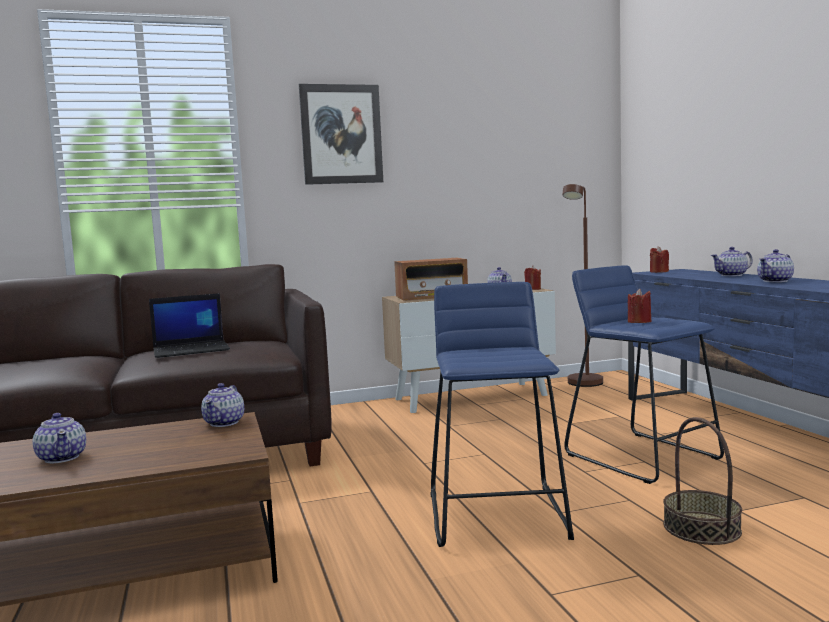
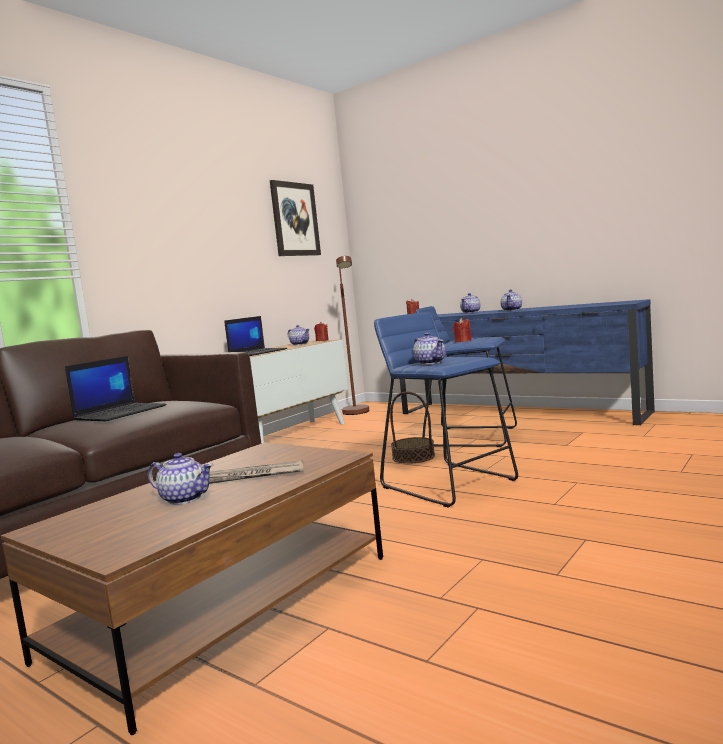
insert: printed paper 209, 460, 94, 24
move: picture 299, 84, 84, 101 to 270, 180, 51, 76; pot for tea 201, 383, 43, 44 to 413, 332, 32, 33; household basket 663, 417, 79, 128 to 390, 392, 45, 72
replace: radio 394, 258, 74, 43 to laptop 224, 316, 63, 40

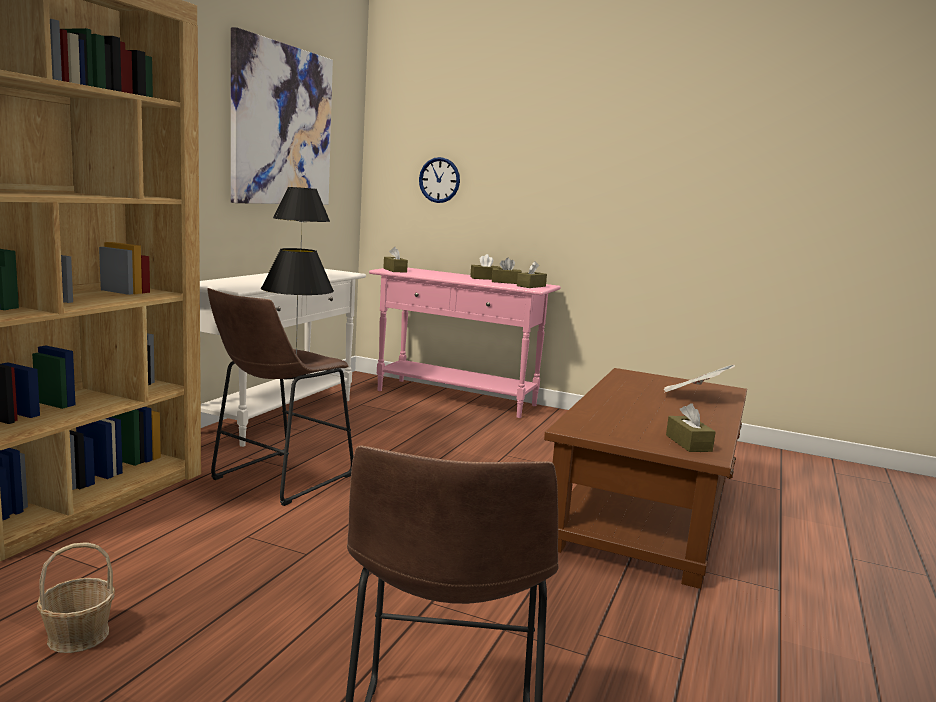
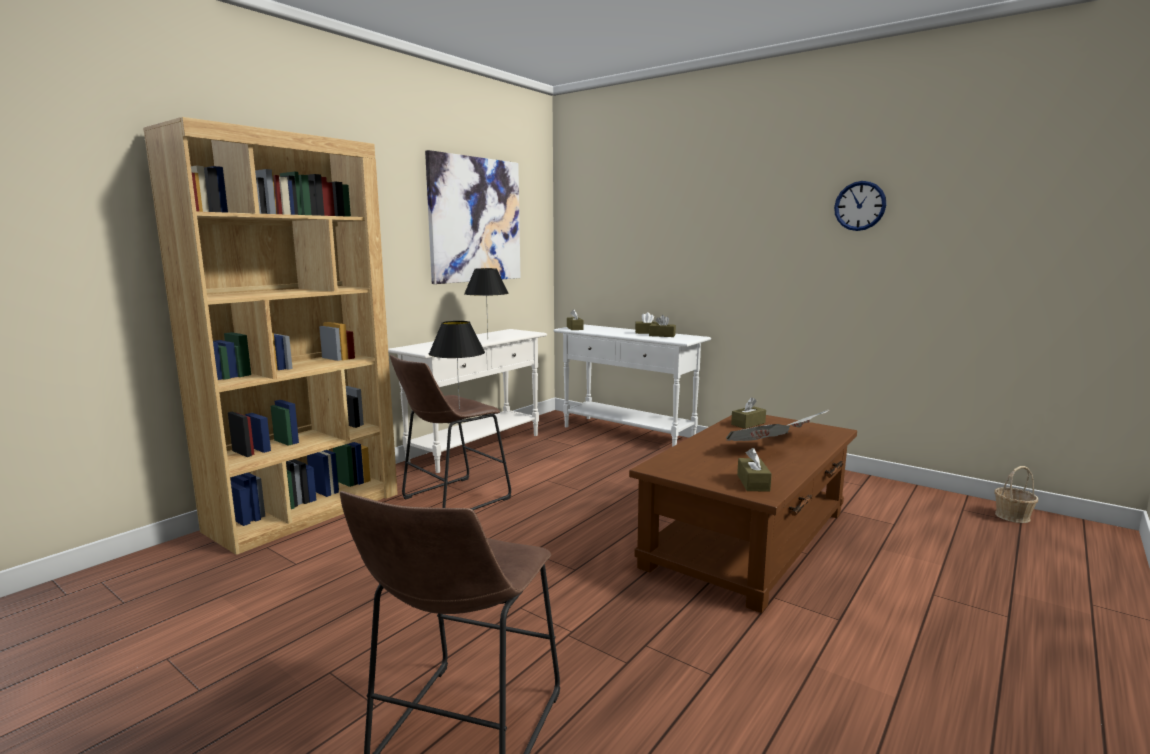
insert: printed paper 726, 424, 64, 17
move: hanging clock 419, 157, 41, 46 to 834, 181, 52, 50; box of tissues in brownish 517, 261, 30, 27 to 731, 397, 35, 32; household basket 37, 542, 78, 111 to 994, 466, 44, 57
recolor: console table in pink 369, 268, 192, 150 to console table in white-coloured 553, 324, 158, 123

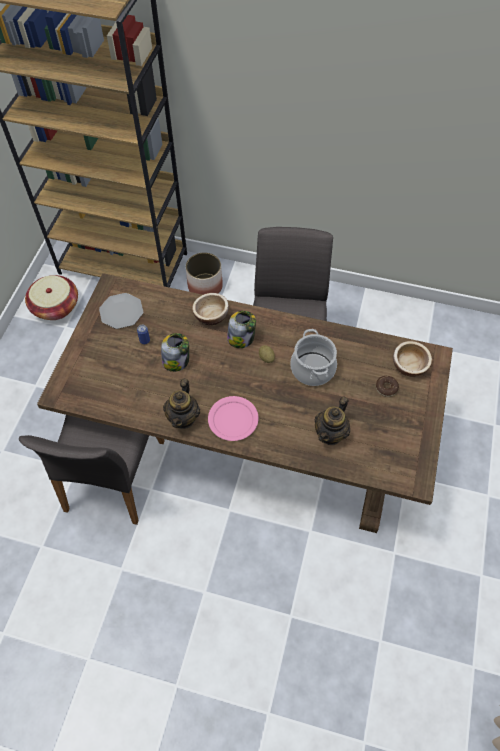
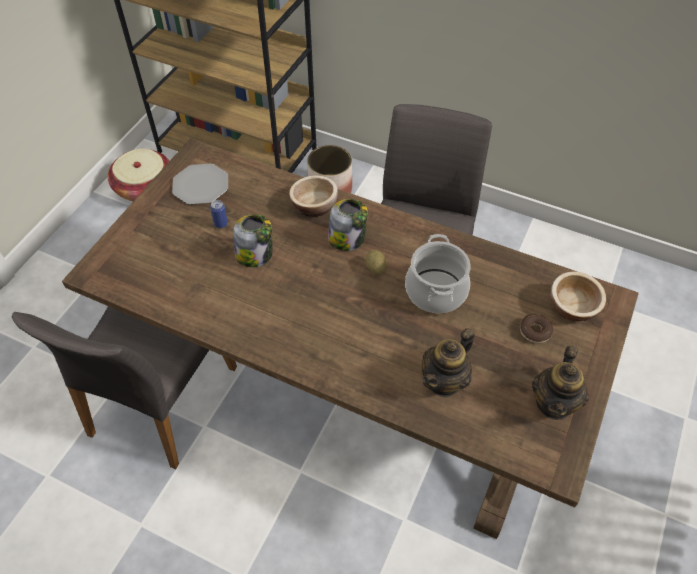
delete: dinner plate in pink 208, 396, 51, 45
move: pot for tea 163, 379, 37, 50 to 532, 345, 57, 75

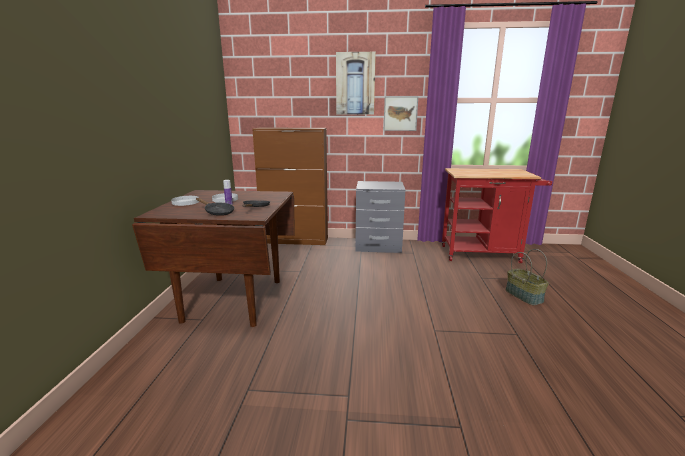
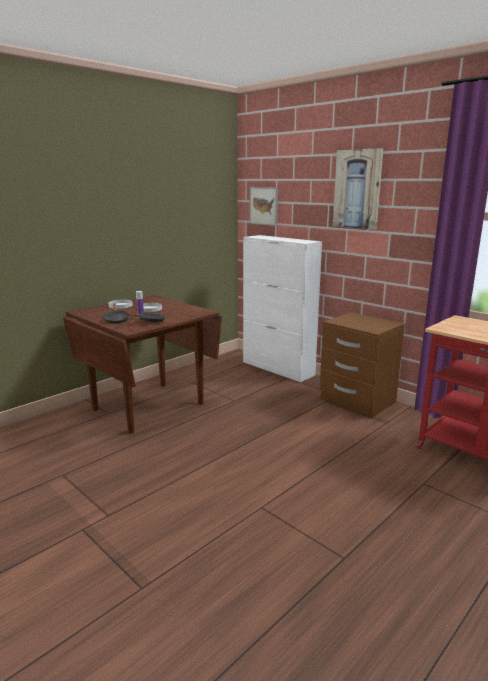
delete: household basket 506, 249, 43, 56
move: picture 384, 96, 34, 35 to 250, 187, 28, 39
recolor: cabinet in brownish 252, 128, 76, 117 to cabinet in white-coloured 243, 235, 79, 147; night table in grey 355, 181, 50, 72 to night table in brownish 320, 312, 85, 106

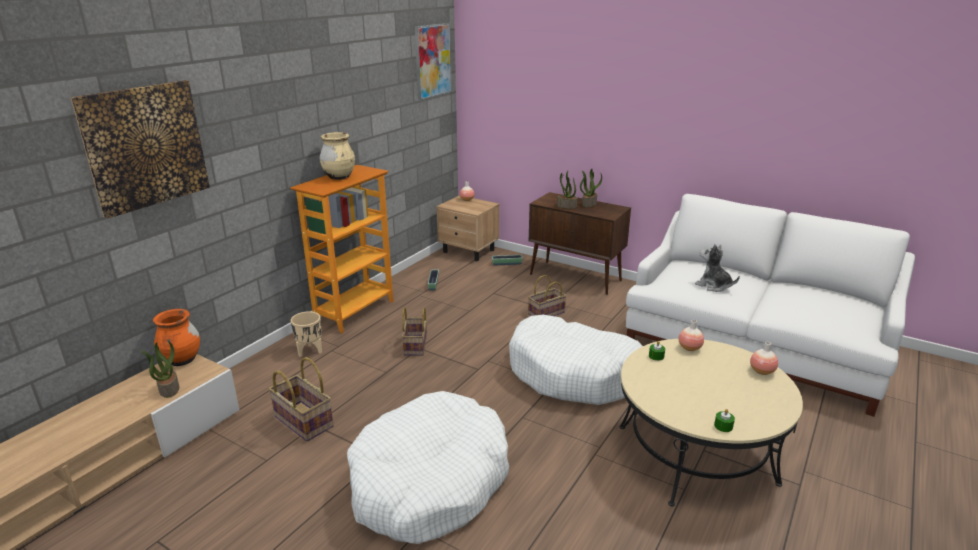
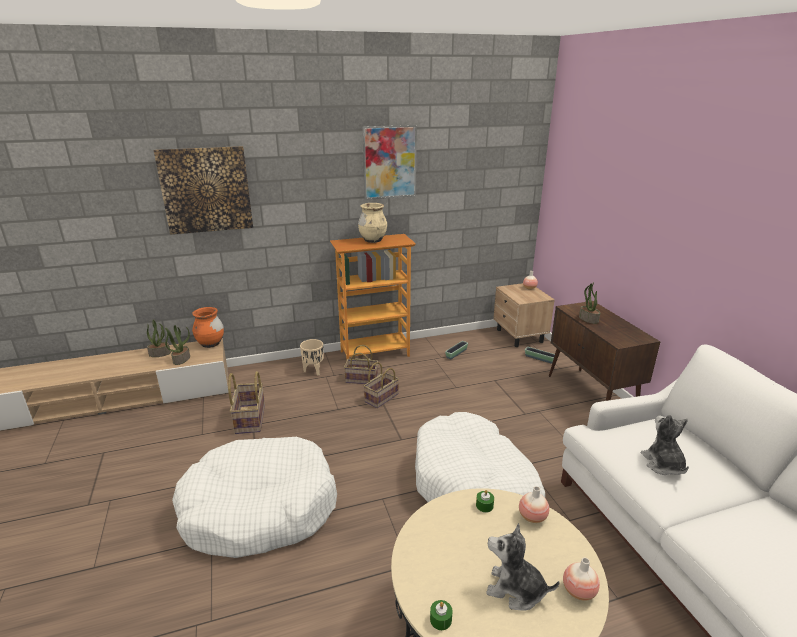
insert: plush toy 486, 523, 74, 88
move: picture 415, 23, 37, 78 to 362, 125, 55, 75; houseplant 580, 169, 22, 38 to 147, 319, 24, 38; household basket 528, 275, 39, 41 to 344, 345, 34, 39

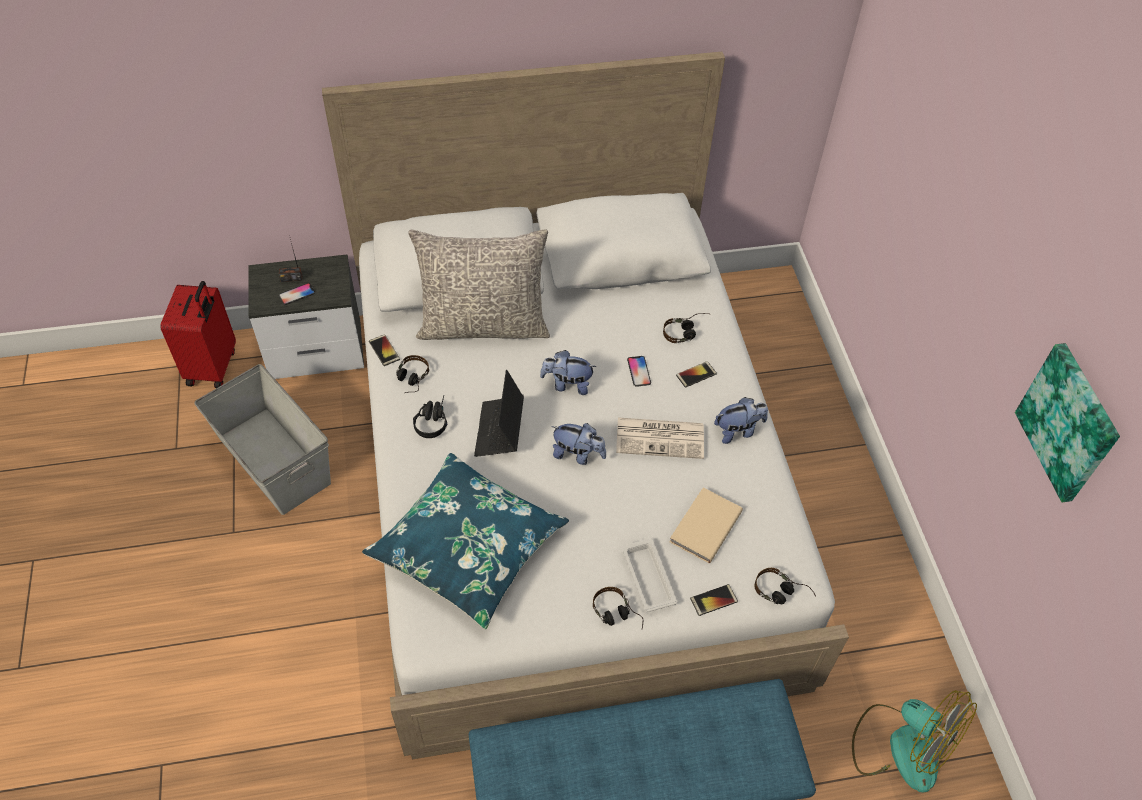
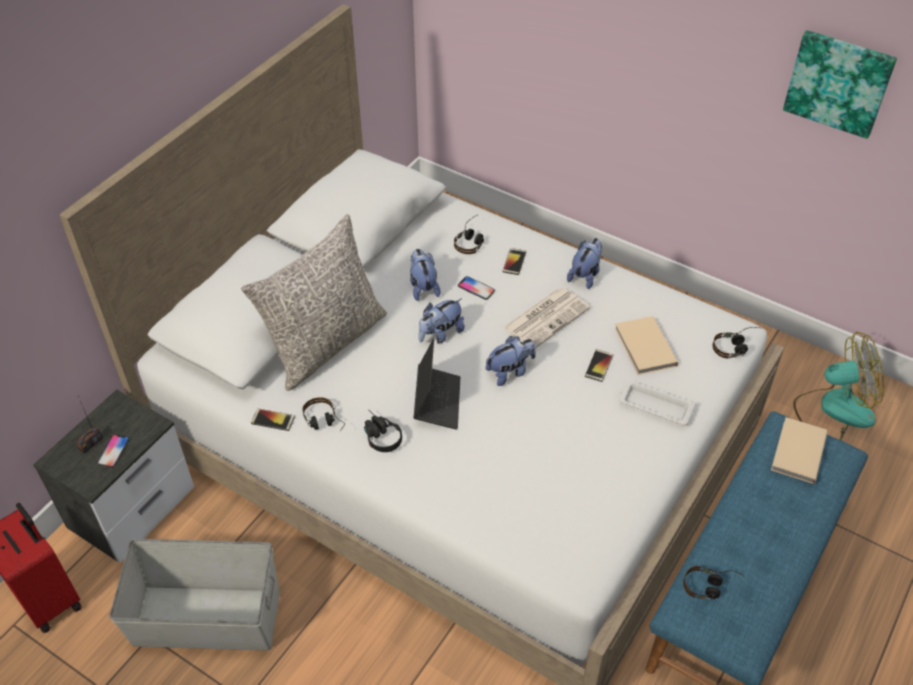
delete: pillow in bluish 362, 453, 207, 177
insert: plush toy 410, 249, 31, 52; book in beige 771, 417, 57, 67
move: telephone 690, 584, 48, 32 to 585, 349, 28, 33; headset 593, 587, 50, 43 to 683, 566, 63, 34
rotate: laptop 474, 370, 50, 87 = 414, 338, 47, 92 135 degrees counterclockwise

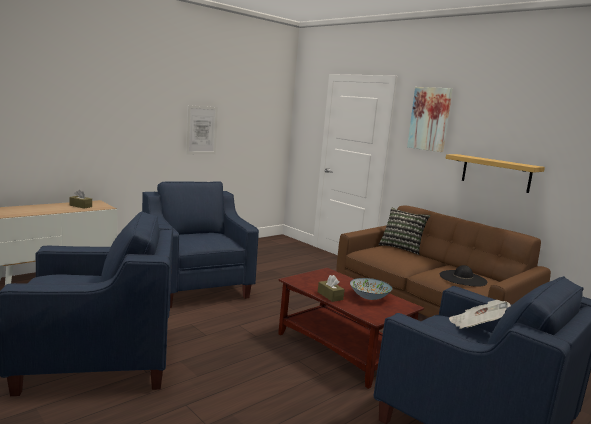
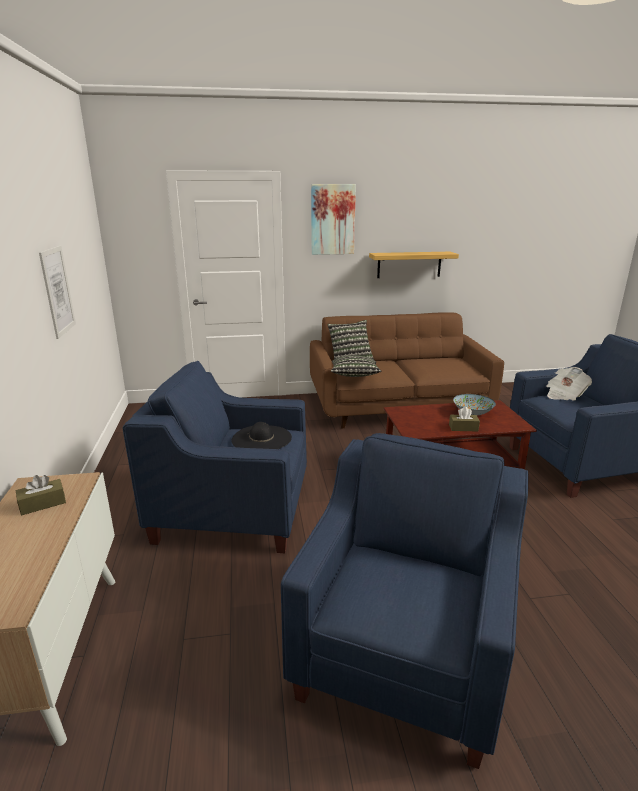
insert: pillow 331, 356, 50, 21
move: hat in blackish 440, 265, 47, 22 to 231, 422, 61, 27

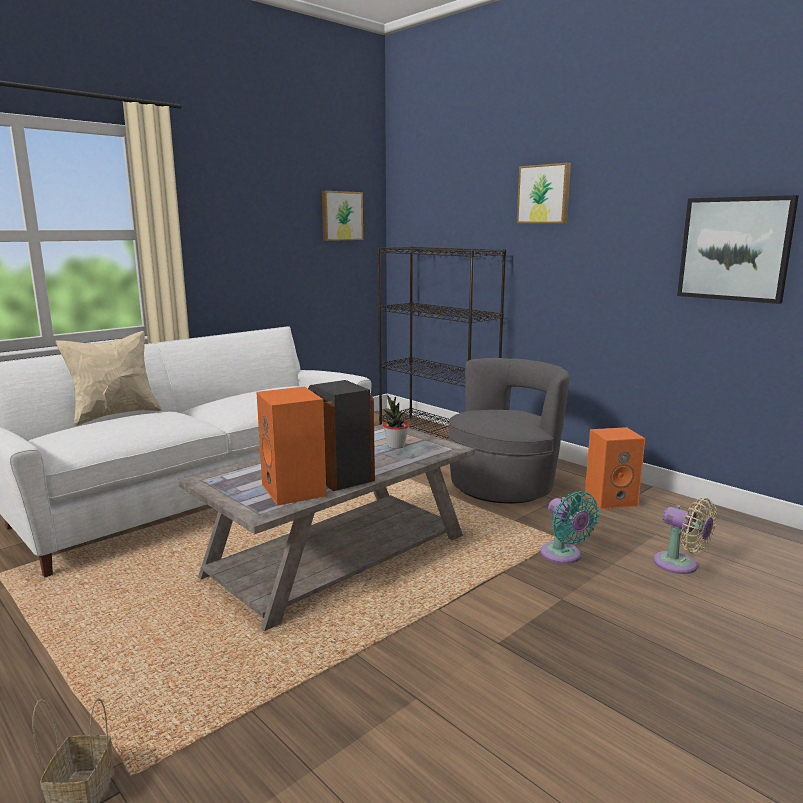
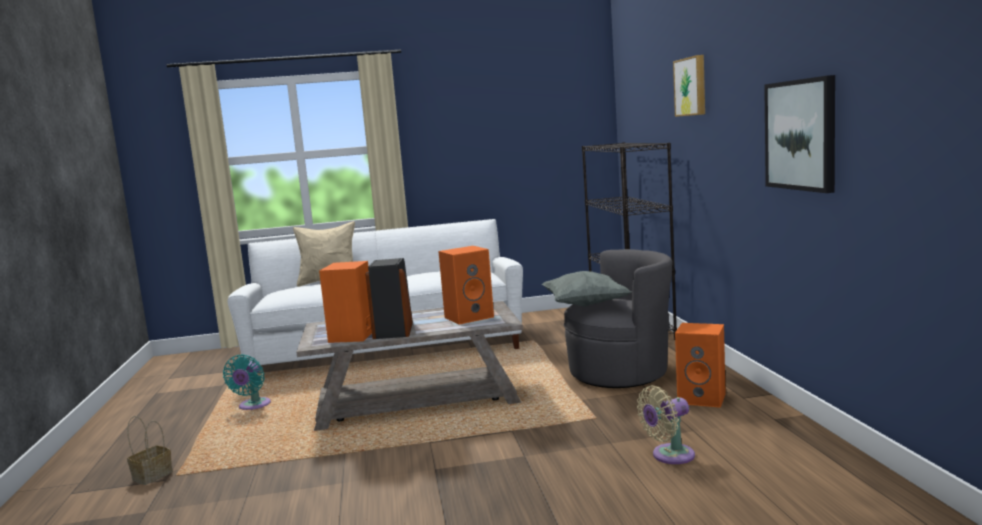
delete: picture 322, 191, 41, 50
insert: pillow in grey 542, 271, 89, 36
move: cooling fan in turquoise 540, 491, 59, 73 to 223, 354, 48, 56
replace: houseplant 383, 395, 26, 54 to loudspeaker in orangey 438, 246, 56, 79
rotate: cooling fan in beige 654, 498, 63, 76 = 637, 386, 58, 78 75 degrees clockwise

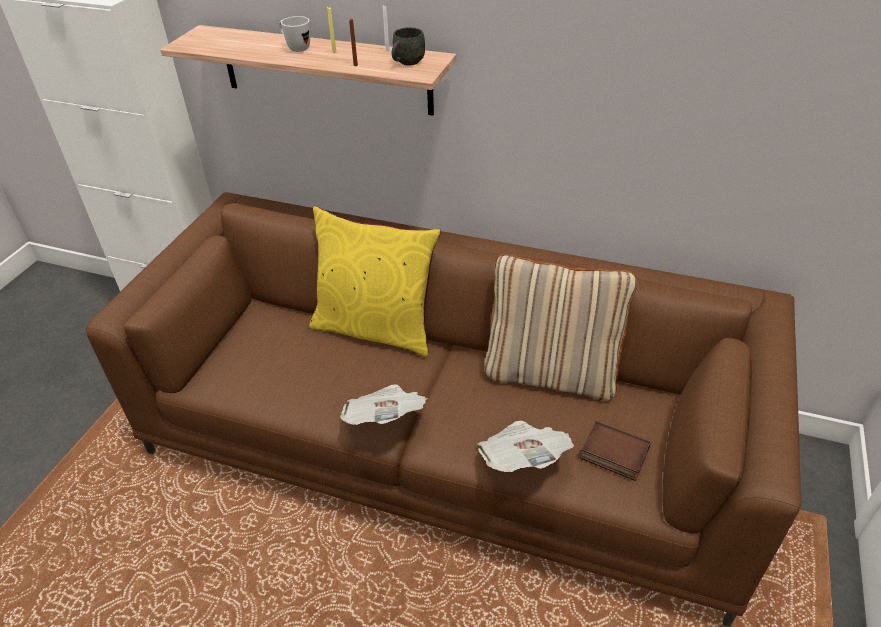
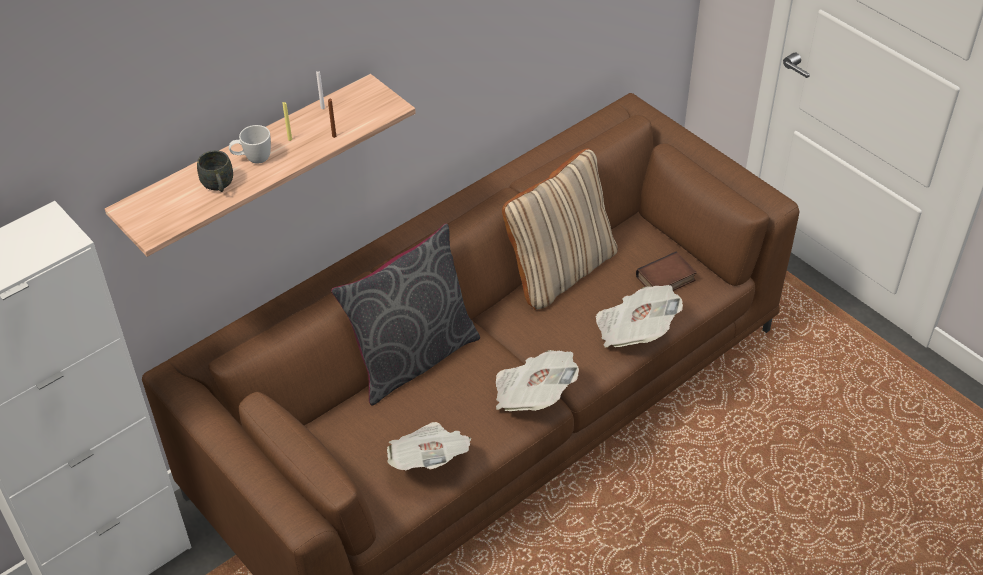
insert: printed paper 387, 422, 85, 48
move: mug in grey 392, 27, 33, 38 to 197, 150, 36, 42
recolor: pillow in yellow-coloured 309, 206, 132, 151 to pillow in grey 331, 223, 149, 183

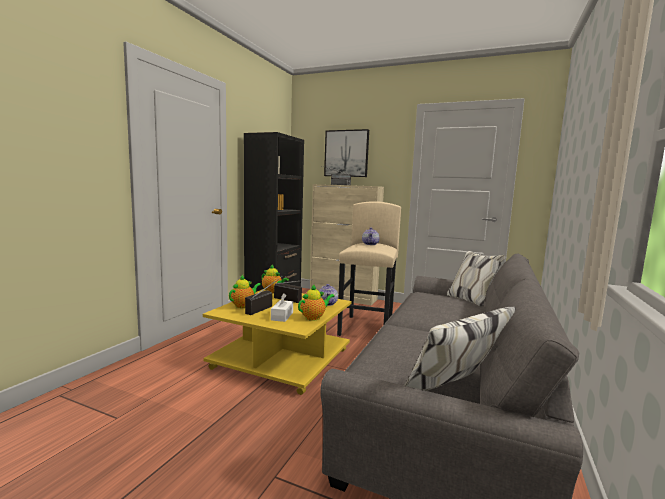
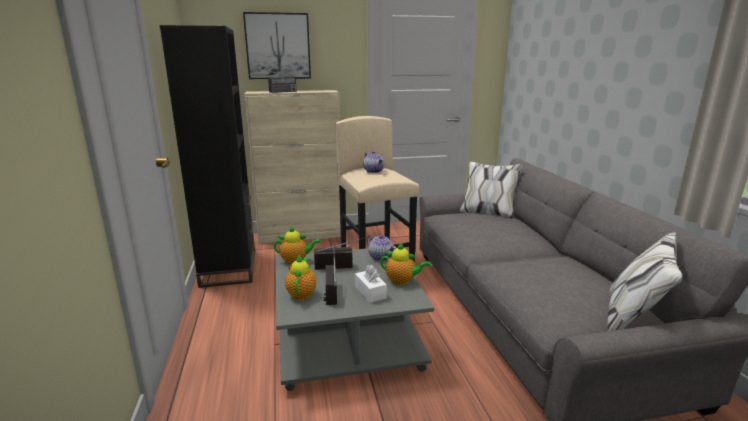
recolor: coffee table in yellow-coloured 203, 289, 149, 106 to coffee table in grey 276, 246, 158, 145
rotate: pot for tea 298, 284, 37, 37 = 380, 243, 51, 42 90 degrees clockwise

